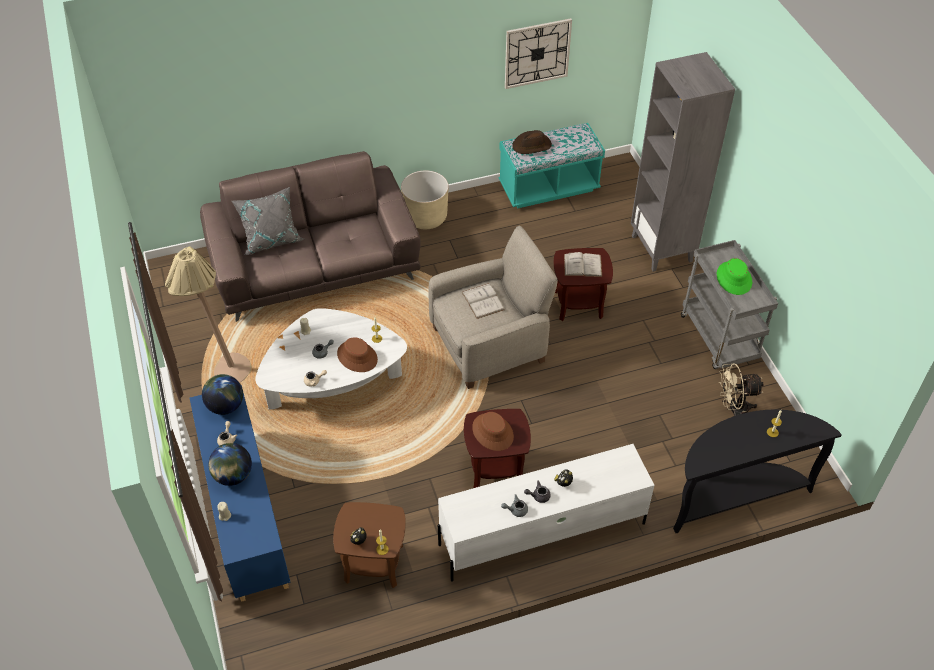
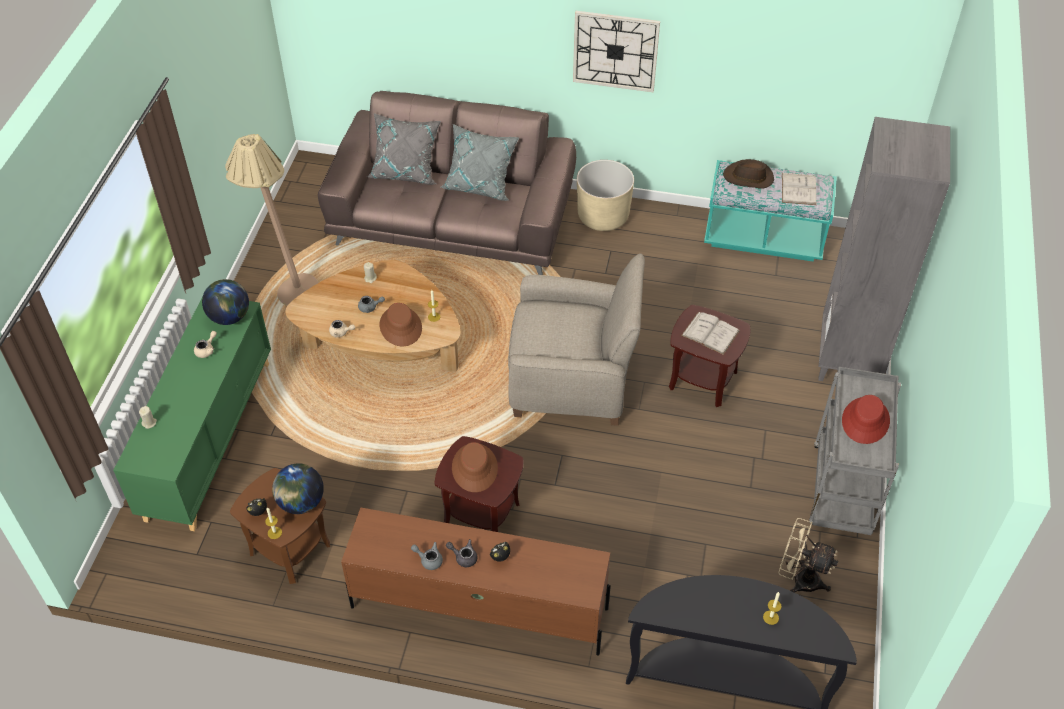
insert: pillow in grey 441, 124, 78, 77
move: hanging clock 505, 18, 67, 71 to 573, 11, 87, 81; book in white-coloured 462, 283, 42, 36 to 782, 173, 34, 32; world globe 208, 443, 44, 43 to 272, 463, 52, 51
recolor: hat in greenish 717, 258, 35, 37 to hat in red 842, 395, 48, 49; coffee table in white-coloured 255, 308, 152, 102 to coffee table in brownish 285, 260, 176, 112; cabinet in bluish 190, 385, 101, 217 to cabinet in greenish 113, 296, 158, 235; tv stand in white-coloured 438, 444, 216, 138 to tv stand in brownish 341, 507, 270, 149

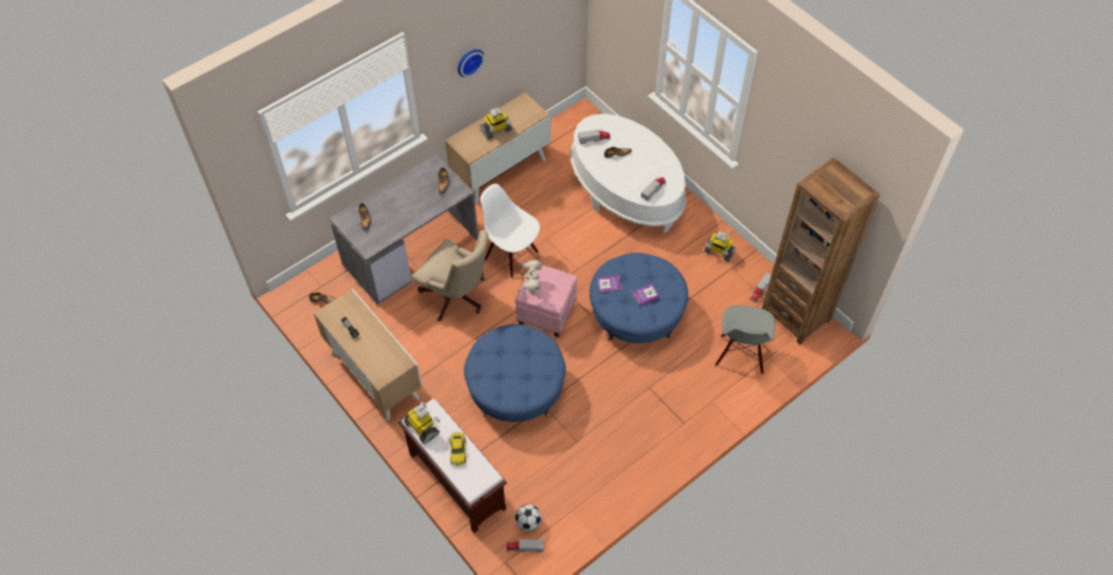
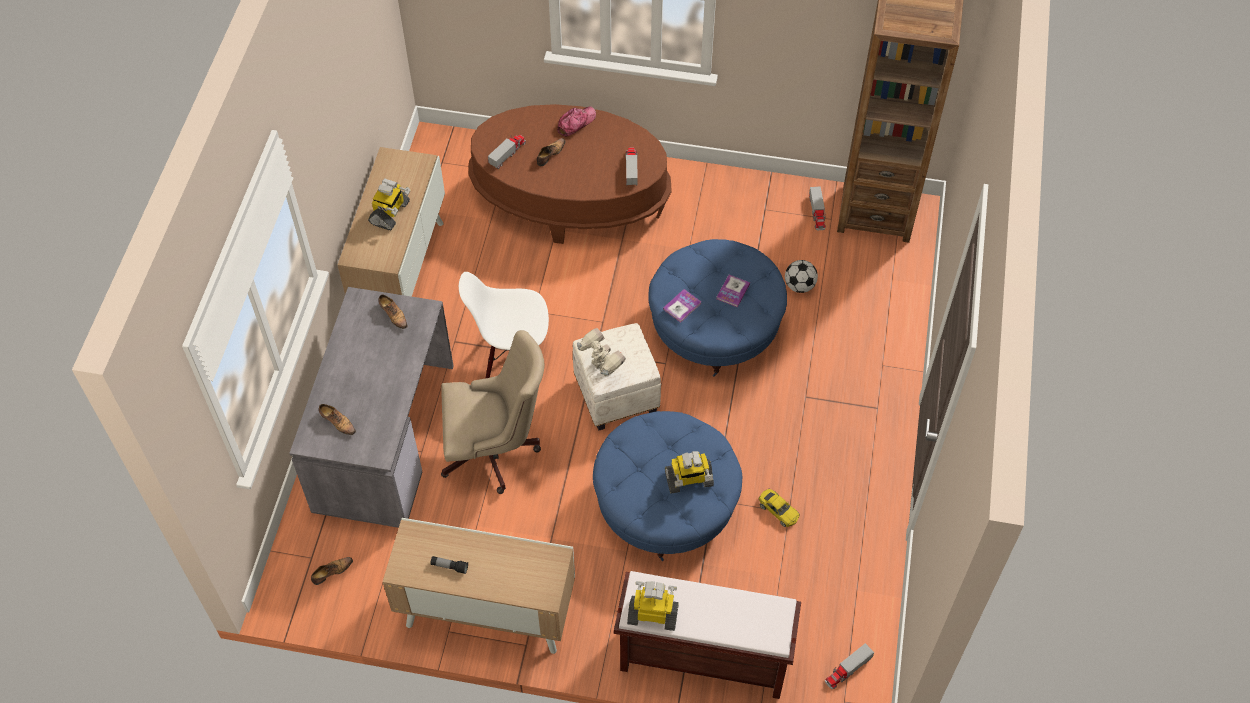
delete: hanging clock 458, 49, 27, 28; chair in grey 715, 305, 60, 69
insert: peaked cap 557, 107, 39, 29
move: model robot 704, 231, 32, 31 to 665, 451, 49, 43; model car in yellow-coloured 449, 432, 17, 34 to 758, 489, 42, 38; football ball 515, 504, 27, 27 to 785, 260, 33, 33
recolor: coffee table in white-coloured 571, 114, 115, 119 to coffee table in brownish 469, 104, 202, 140; ottoman in pink 515, 265, 62, 72 to ottoman in white-coloured 573, 323, 88, 108

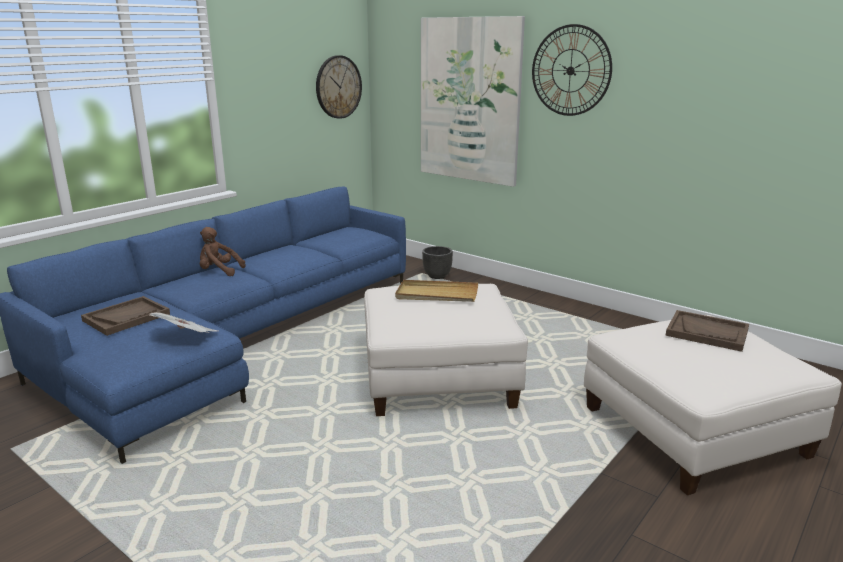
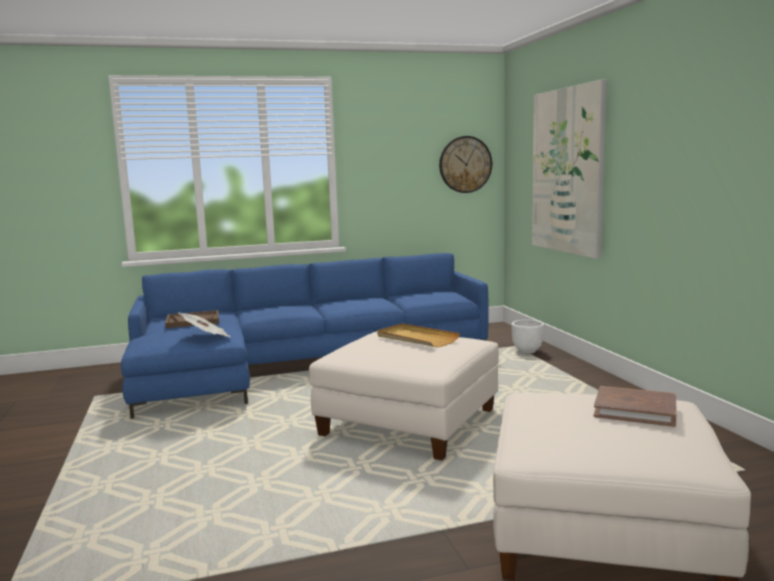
delete: hanging clock 532, 24, 80, 92; plush toy in brownish 200, 227, 46, 49
replace: serving tray in brownish 666, 310, 83, 42 to book in brownish 594, 386, 82, 41
recolor: flower pot in blackish 422, 246, 31, 33 to flower pot in white-coloured 512, 320, 32, 34

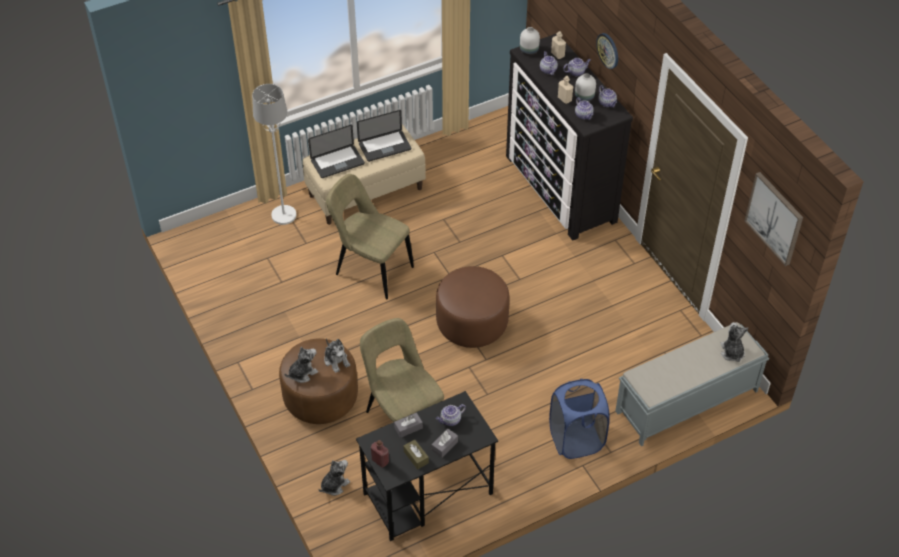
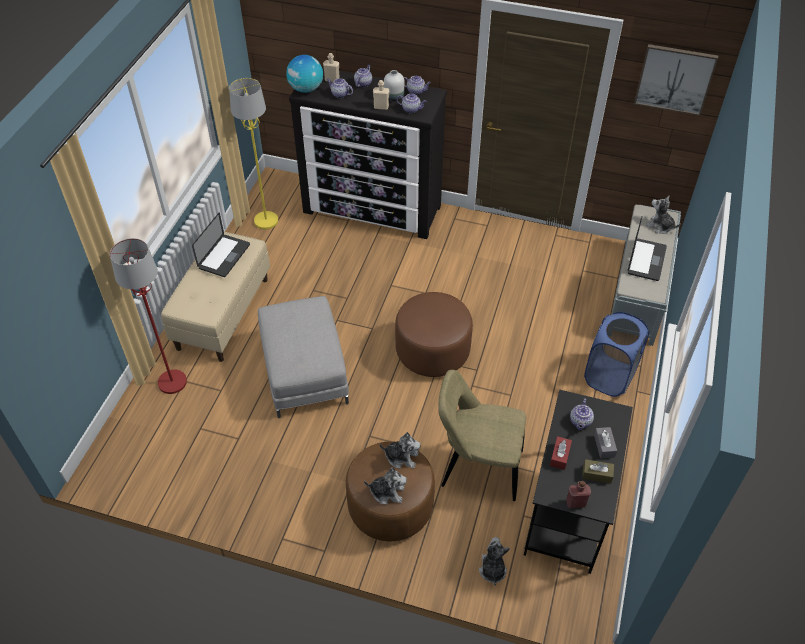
delete: hanging clock 596, 33, 22, 36
insert: standard lamp in yellow-coloured 229, 78, 49, 151
move: laptop 308, 124, 57, 54 to 627, 217, 40, 64
replace: flower vase in white-coloured 520, 27, 20, 28 to world globe 286, 55, 37, 38; chair in beige 326, 174, 88, 126 to ottoman in grey 258, 296, 91, 122
recolor: standard lamp in white-coloured 252, 84, 44, 141 to standard lamp in red 110, 238, 77, 156; box of tissues in grey 394, 413, 29, 25 to box of tissues in red 550, 436, 22, 34
rotate: plush toy 285, 347, 33, 36 = 364, 467, 43, 38 90 degrees clockwise

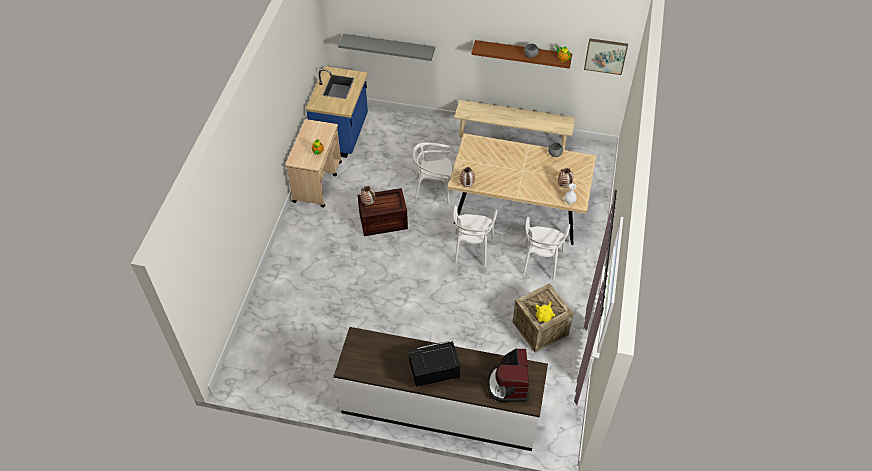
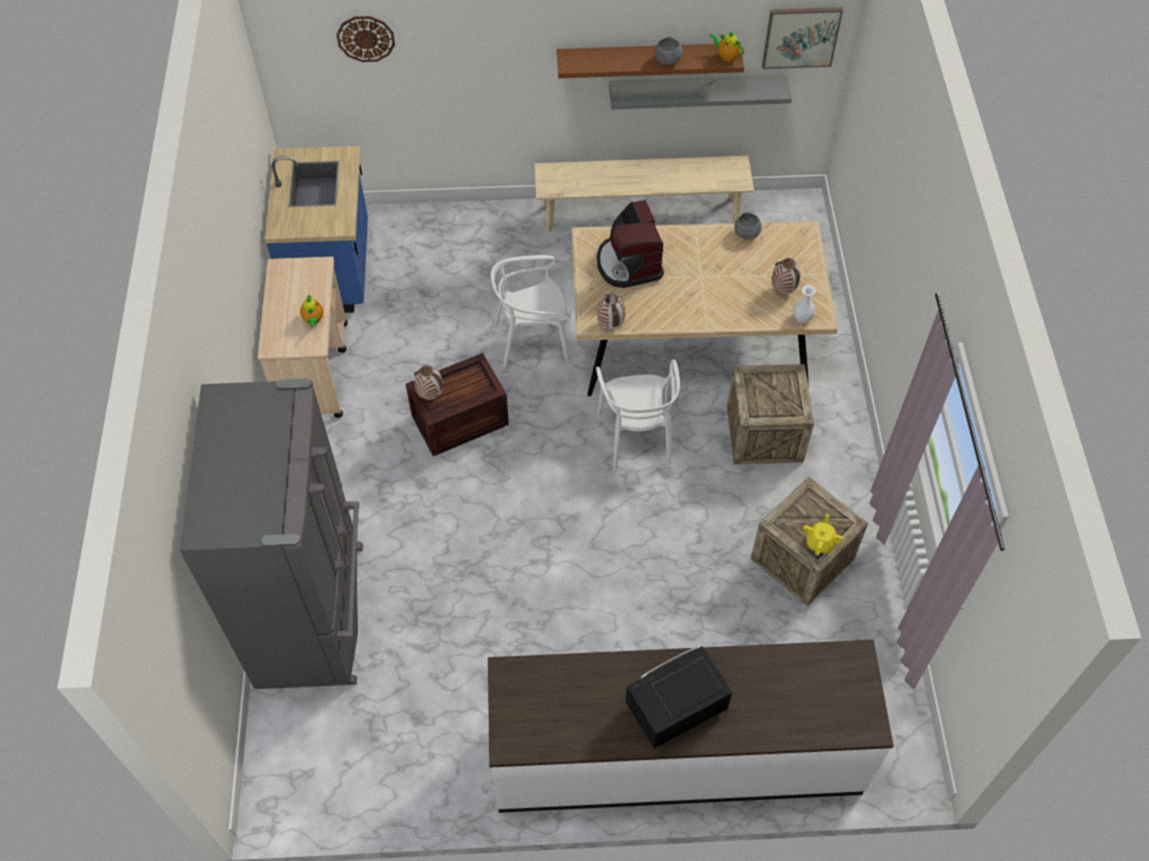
insert: hanging clock 336, 16, 59, 46; fridge in grey 180, 378, 183, 311
move: wall shelf in grey 338, 34, 97, 27 to 609, 75, 183, 35; coffee machine 487, 348, 42, 54 to 597, 200, 67, 88
replace: chair in white-coloured 523, 217, 47, 64 to packing crate 727, 364, 87, 100

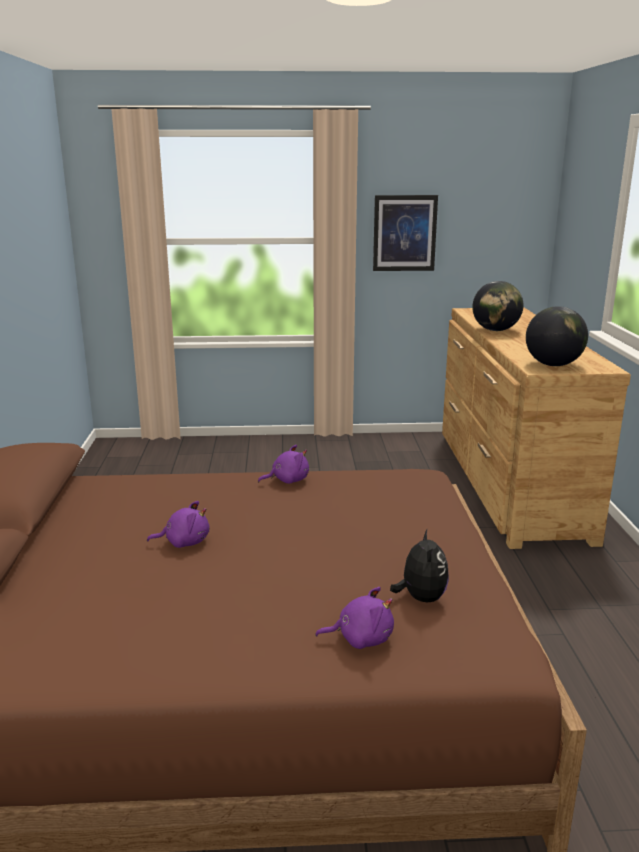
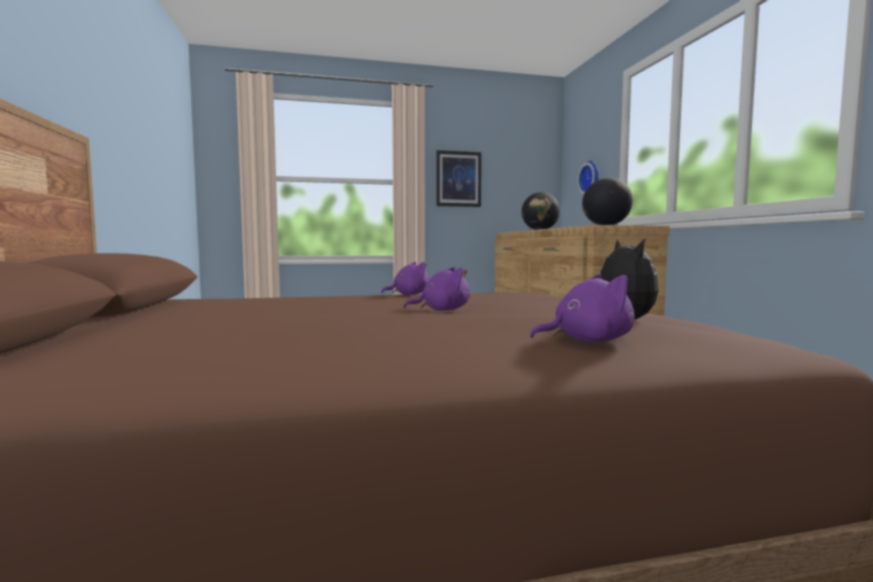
insert: hanging clock 577, 161, 22, 34
move: plush toy in purplish 147, 501, 62, 47 to 403, 267, 67, 44

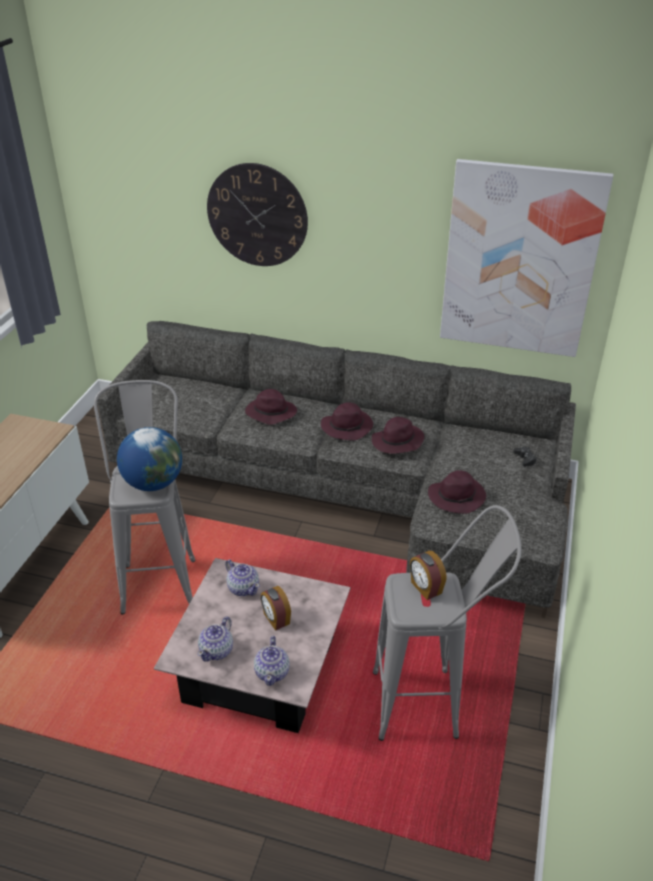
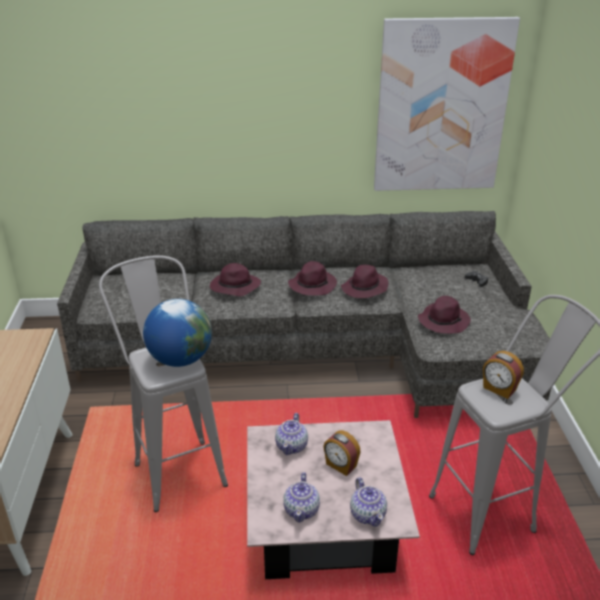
delete: hanging clock 207, 163, 101, 103
rotate: pot for tea 225, 560, 35, 36 = 275, 413, 33, 42 75 degrees clockwise

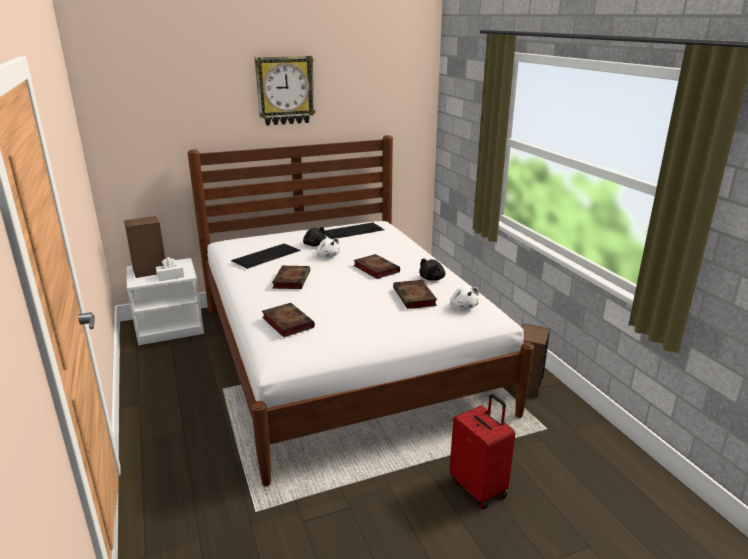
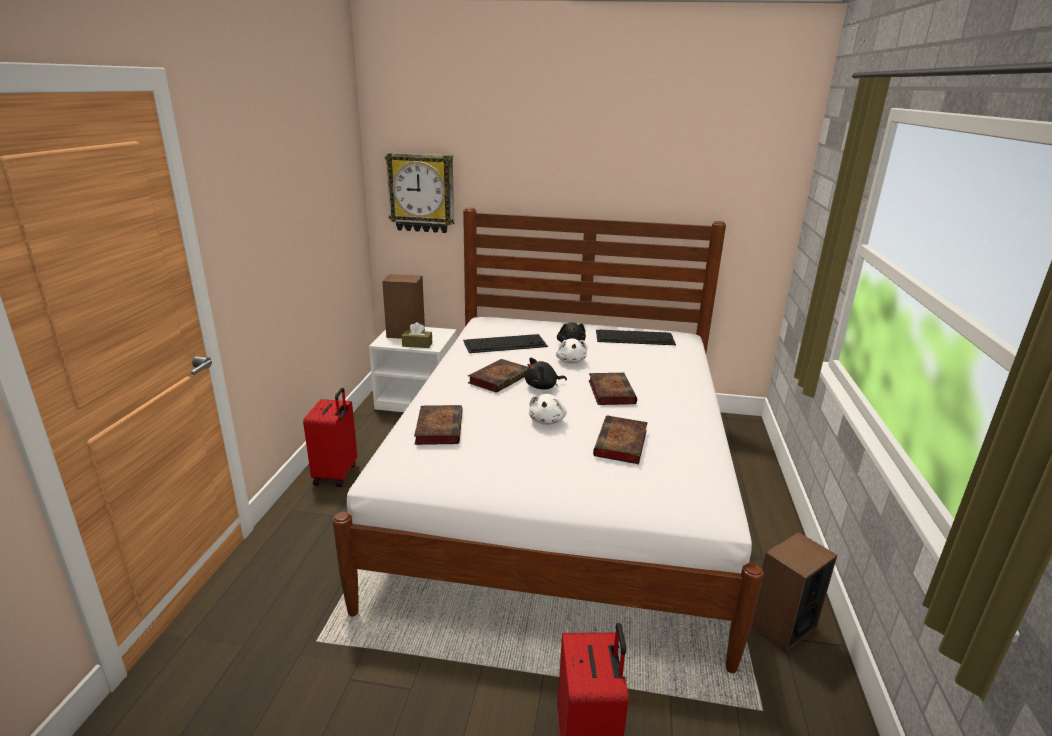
insert: piece of luggage in red 303, 388, 54, 99
move: hanging clock 255, 56, 61, 70 to 385, 153, 69, 80; plush toy in blackish 419, 258, 27, 23 to 525, 358, 42, 32; plush toy in white-coloured 450, 286, 29, 24 to 529, 394, 38, 31
recolor: box of tissues in white-coloured 156, 257, 28, 24 to box of tissues in brownish 402, 322, 30, 26

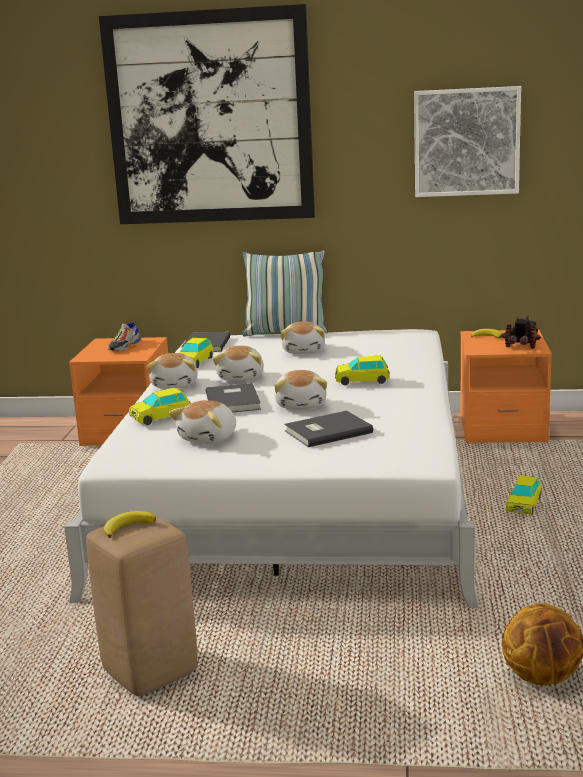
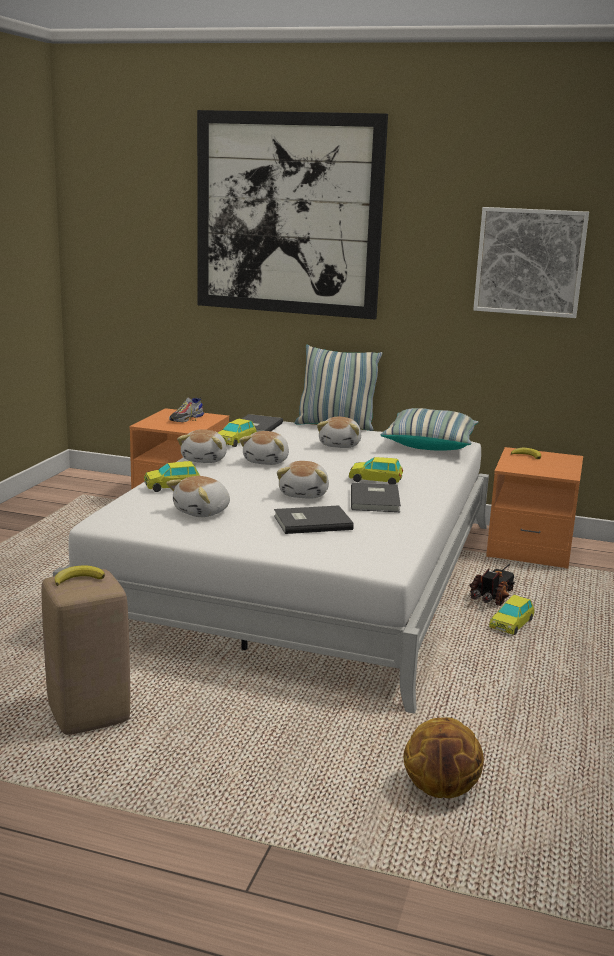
insert: pillow 381, 408, 97, 43
move: toy truck 501, 315, 40, 33 to 469, 564, 47, 42; book in grey 206, 383, 55, 29 to 351, 483, 50, 29

